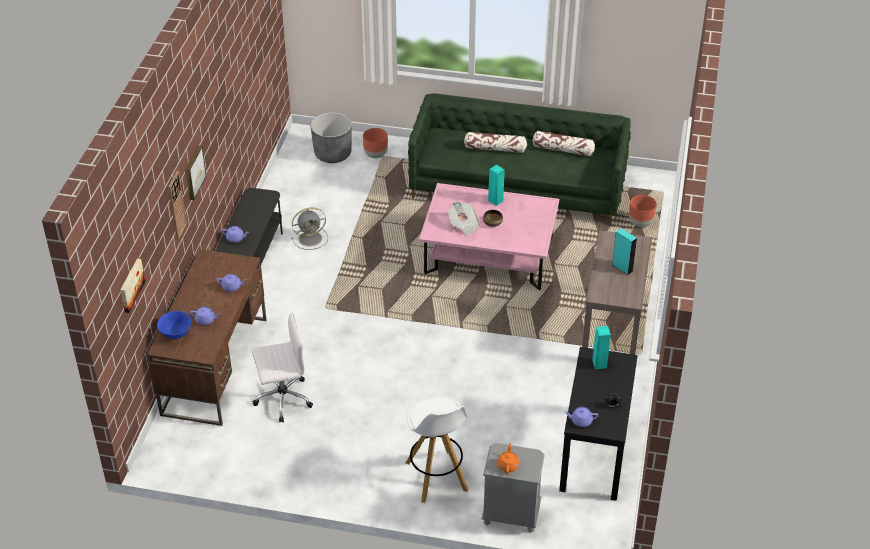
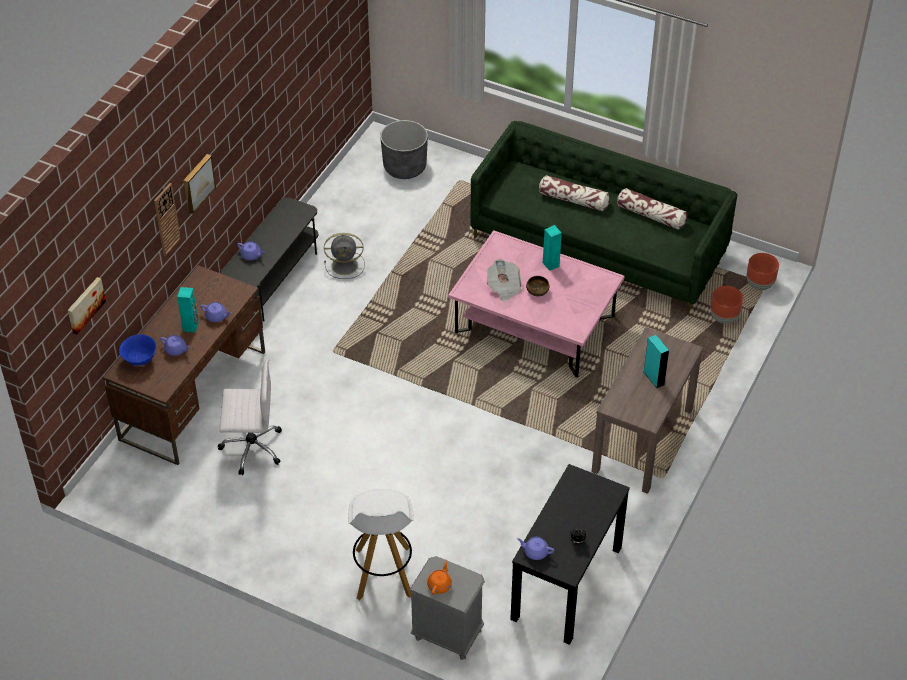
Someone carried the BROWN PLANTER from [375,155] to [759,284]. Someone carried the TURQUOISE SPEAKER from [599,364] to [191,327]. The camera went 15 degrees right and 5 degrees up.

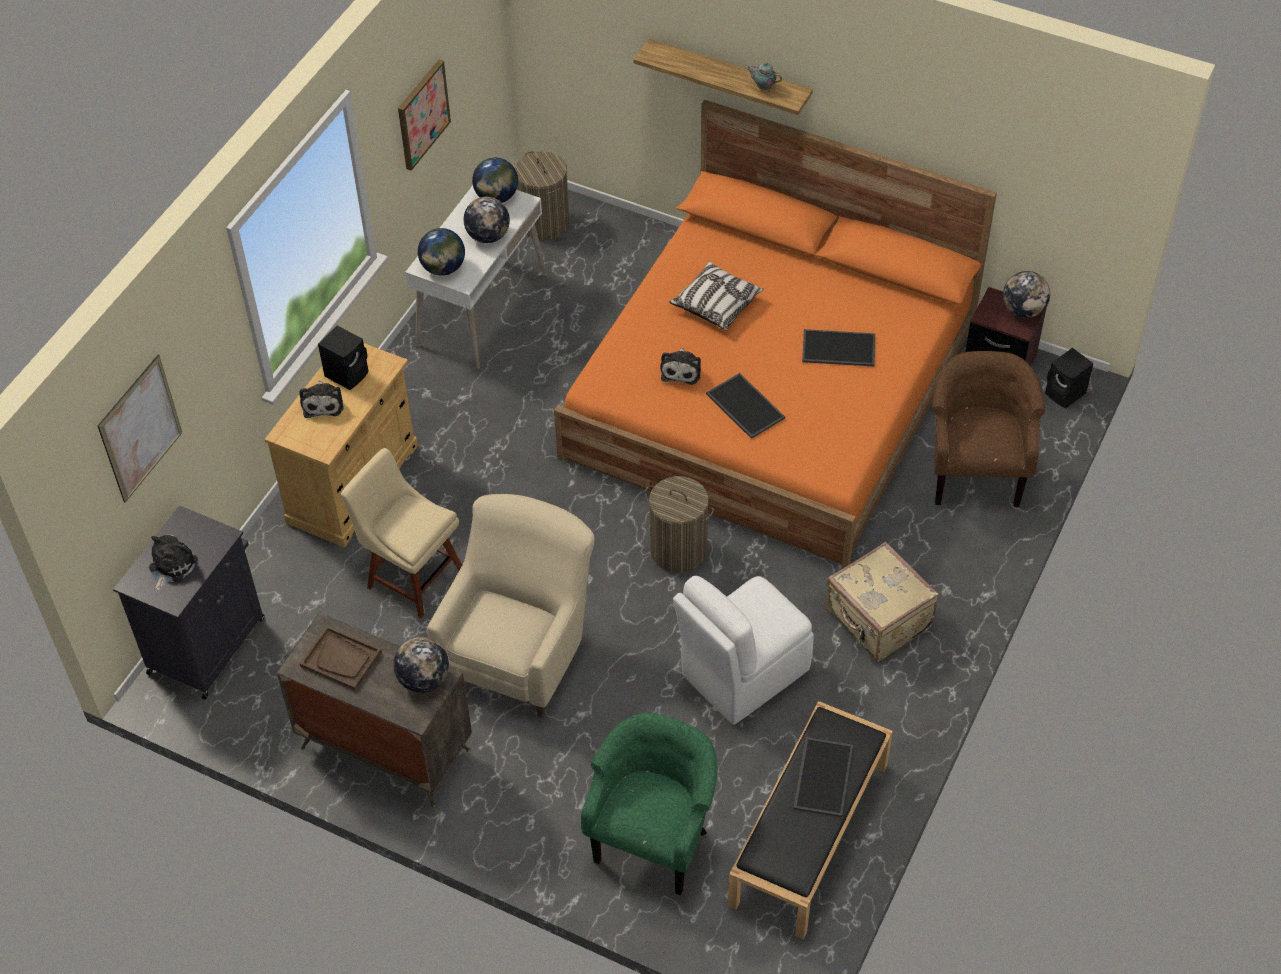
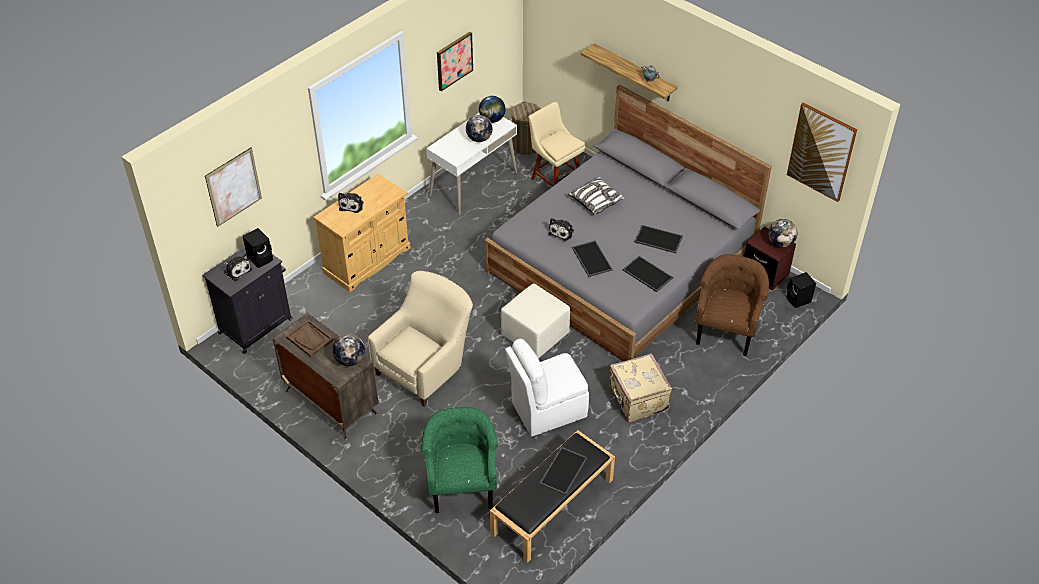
Someone rotated the PLUSH TOY at [171,566] by 90 degrees clockwise. Someone carried the BLACK SPEAKER from [348,373] to [261,258]. Someone carried the BEIGE CHAIR from [411,576] to [555,178]. Someone took away the GLOBE at [443,268]. Someone repainted the ORANGE BED at [771,394], which became the GREY BED at [621,263]. Someone rotated the GREEN ARMCHAIR at [654,841] by 45 degrees counterclockwise. Someone swapped the LAUNDRY BASKET at [678,550] for the BEIGE OTTOMAN at [536,335]. Someone put down the TRAY at [646,274]. Someone put up the PICTURE at [821,152]. The camera went 15 degrees right and 5 degrees down.

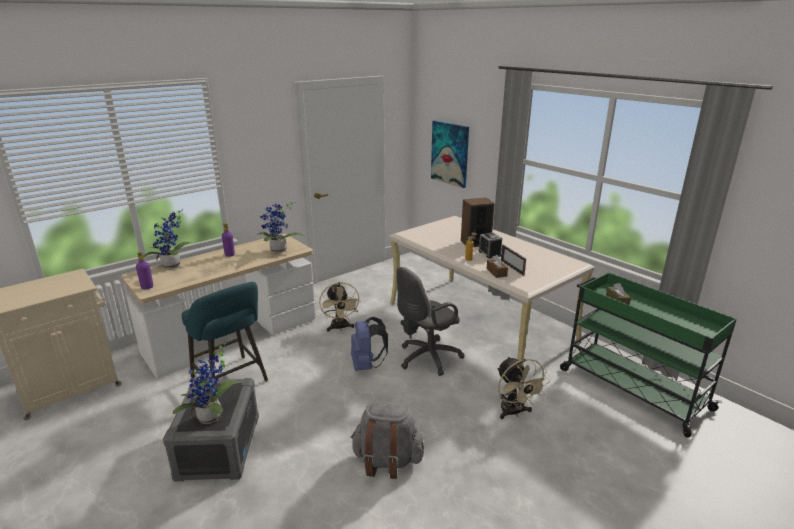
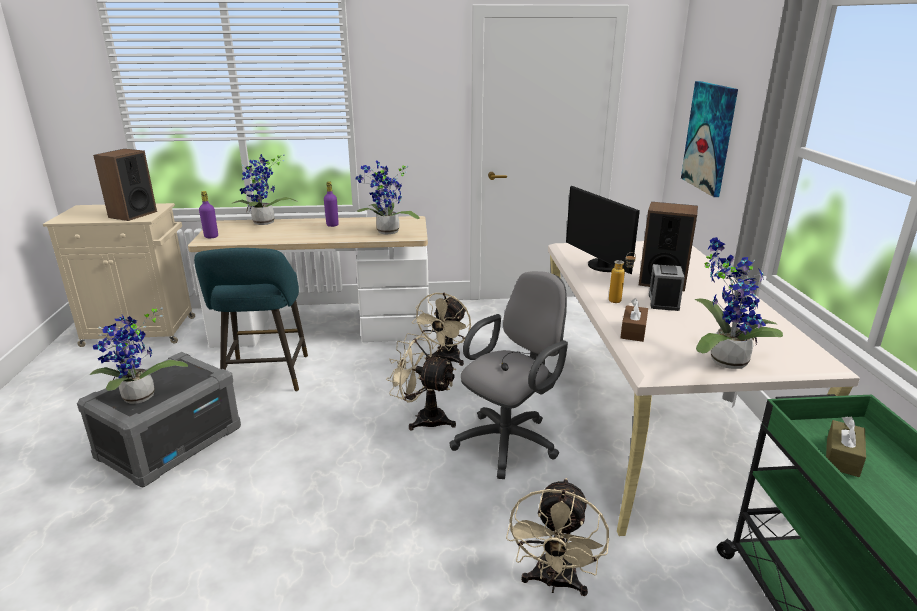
Someone swapped the BLUE BACKPACK at [367,365] for the BEIGE FAN at [423,418]. Someone took away the GREY BACKPACK at [387,461]. Someone rotated the GREY OFFICE CHAIR at [426,358] by 135 degrees clockwise. Someone took away the PICTURE FRAME at [512,267]. Someone put down the SPEAKER at [132,214]. Someone put down the MONITOR at [602,266]. Someone put down the POTTED PLANT at [723,359]. The camera went 35 degrees right and 0 degrees up.

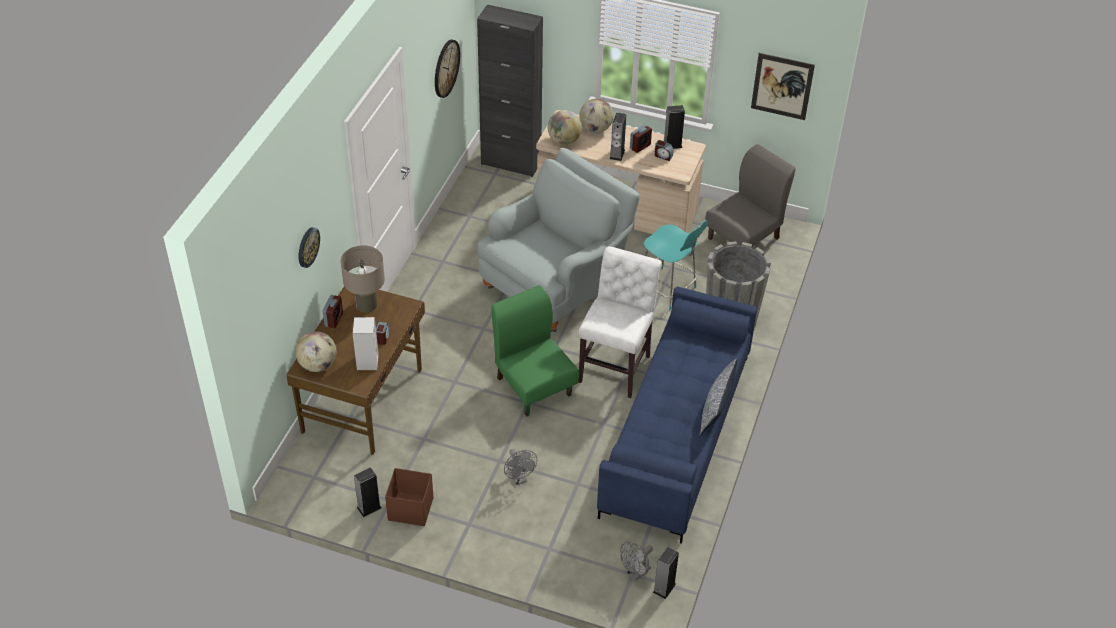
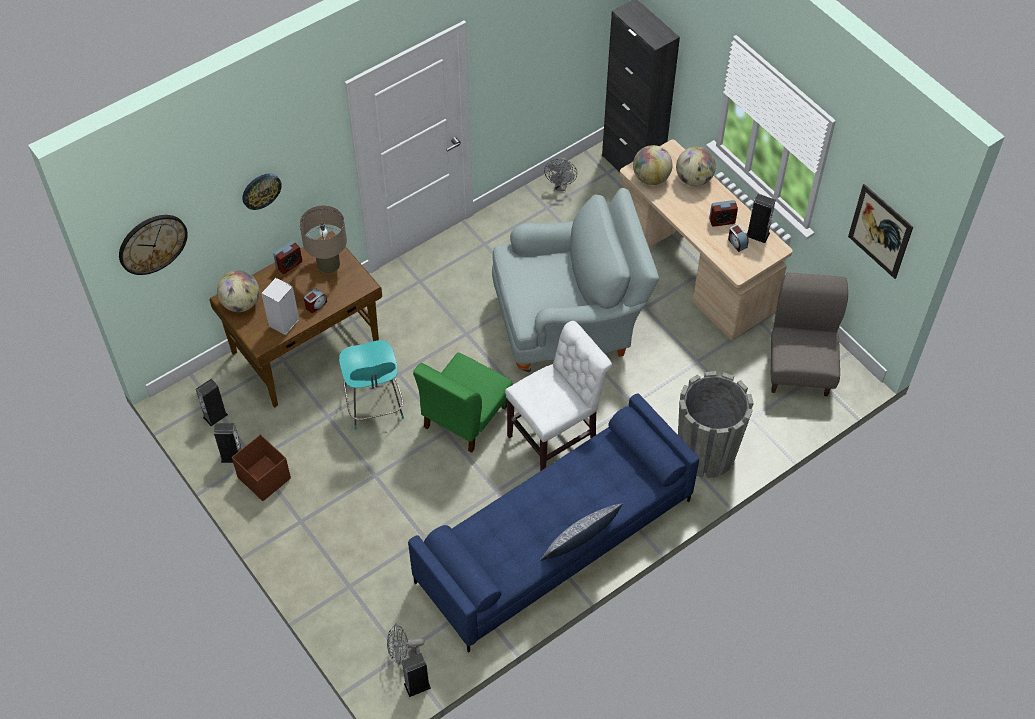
Someone carried the WALL CLOCK from [446,68] to [152,243]. Someone rotated the GREEN CHAIR at [534,386] by 150 degrees counterclockwise. Someone carried the GREY FAN from [519,479] to [561,186]. Someone carried the SPEAKER from [617,154] to [215,416]. Someone carried the TURQUOISE STOOL from [667,290] to [374,406]. Someone rotated the GREY CHAIR at [744,238] by 75 degrees counterclockwise. The camera went 35 degrees right and 10 degrees up.

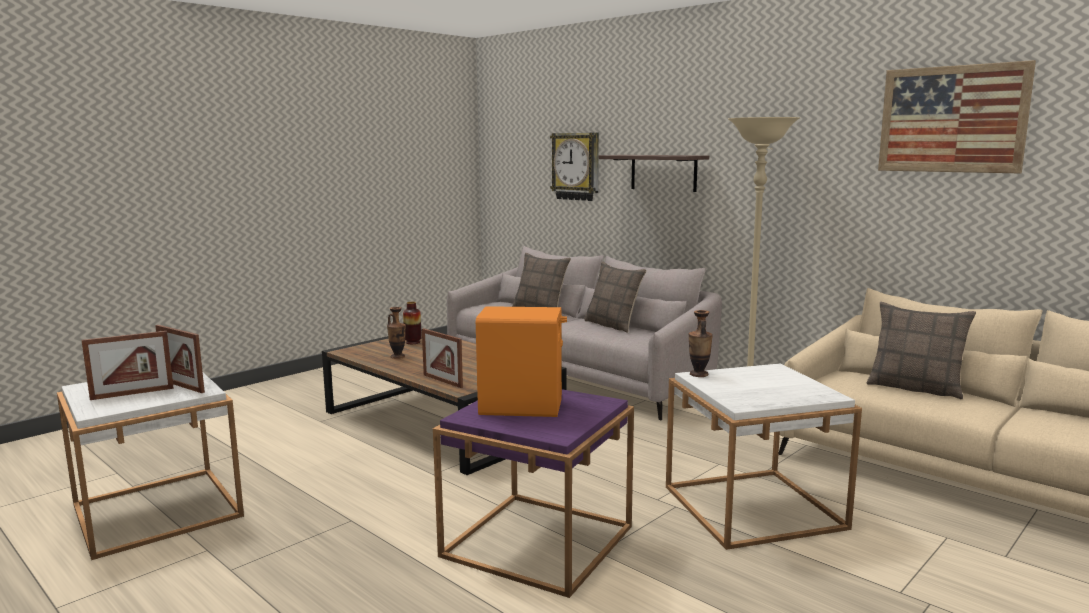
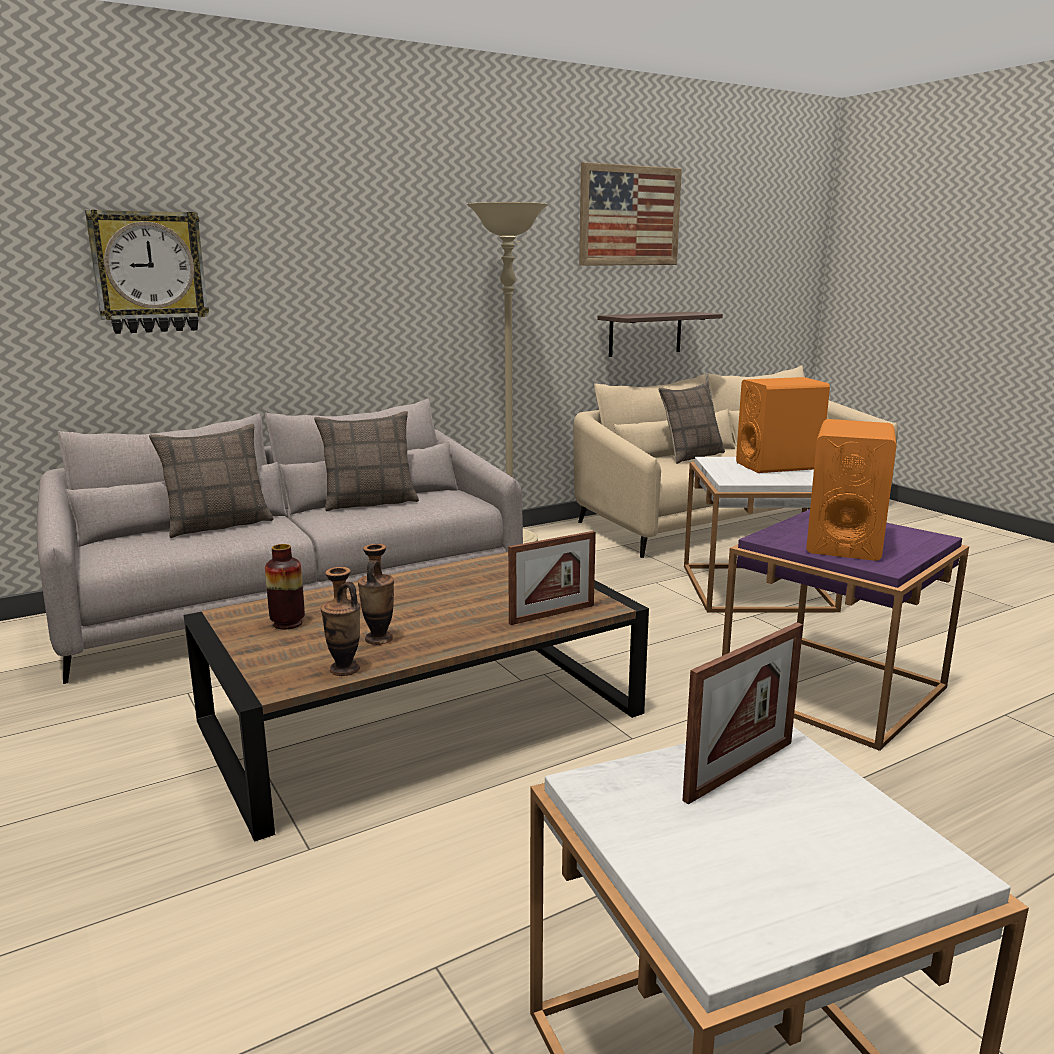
Someone took away the PICTURE FRAME at [132,393]. Someone carried the SHELF from [663,172] to [645,333]. Someone carried the VASE from [698,374] to [344,669]. Someone put down the ORANGE SPEAKER at [778,466]. The camera went 75 degrees left and 5 degrees up.

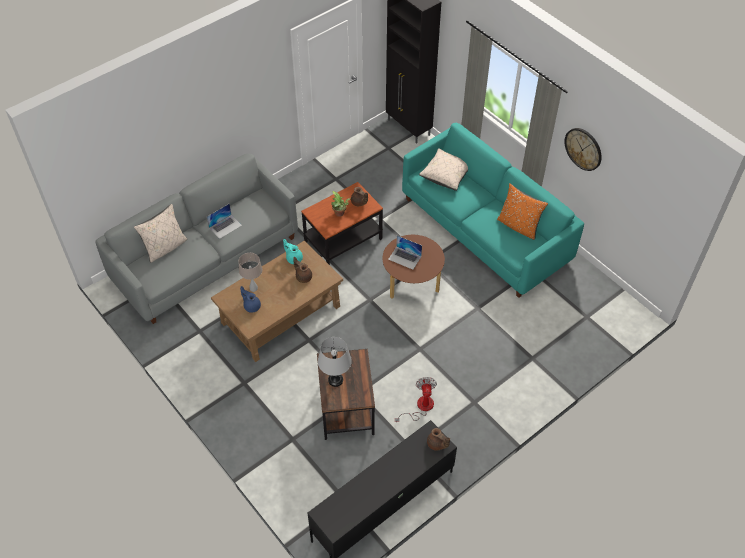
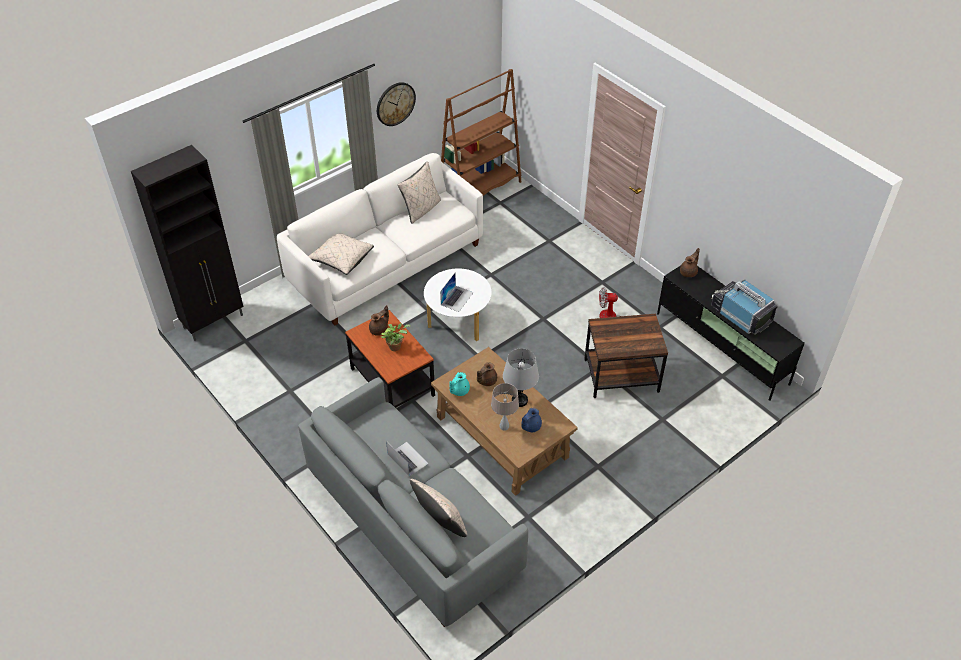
Someone carried the GREY TABLE LAMP from [335,380] to [519,400]. Someone repainted the BROWN COFFEE TABLE at [412,283], which became the WHITE COFFEE TABLE at [458,323]. Someone repainted the TURQUOISE SOFA at [485,229], which became the WHITE SOFA at [386,263]. Someone repainted the ORANGE PILLOW at [518,226], which became the BEIGE PILLOW at [421,209]. Someone put down the BROWN BOOKCASE at [480,188]. Someone put down the TELEVISION at [740,315]. The camera went 90 degrees left and 5 degrees down.

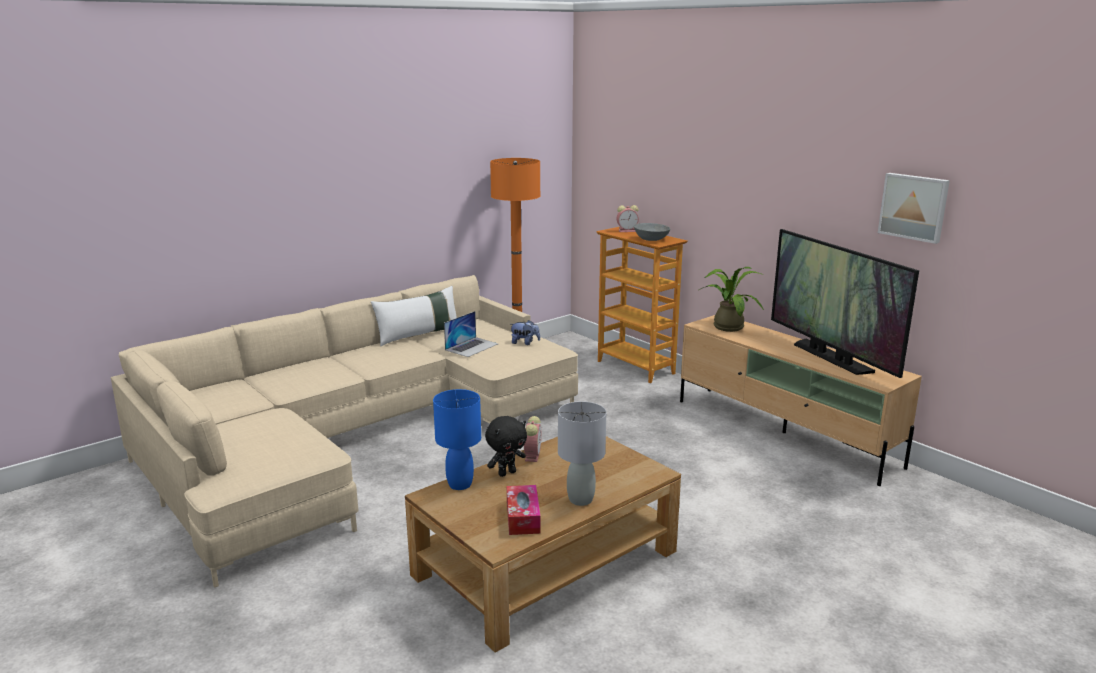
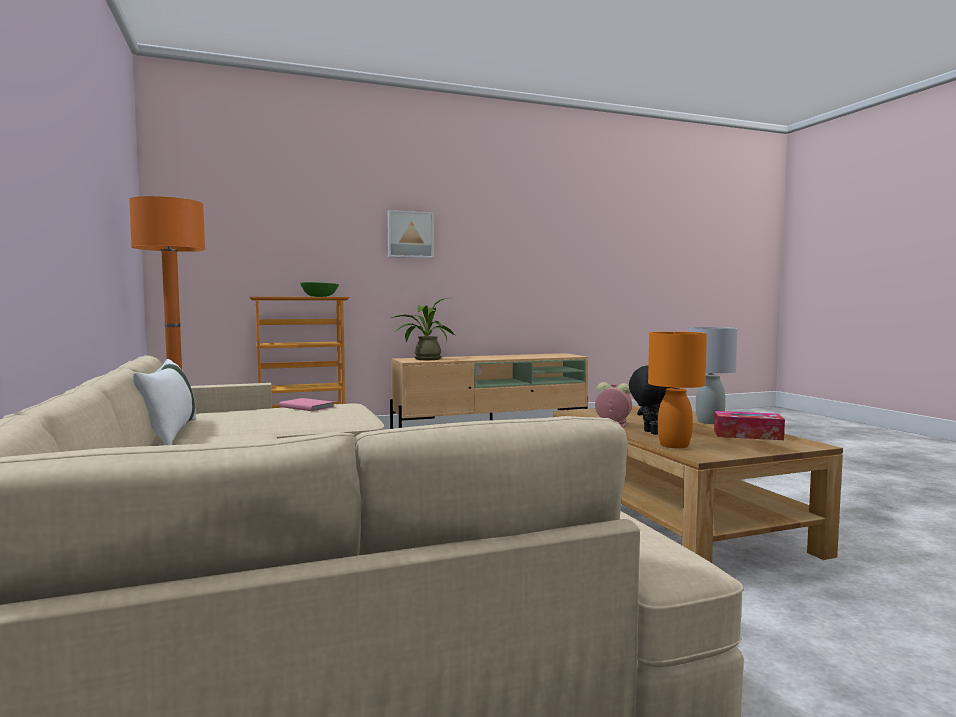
Someone repainted the BLUE TABLE LAMP at [460,484], which became the ORANGE TABLE LAMP at [674,445]. Someone took away the LAPTOP at [472,347]. Someone swapped the PLUSH TOY at [525,343] for the PINK BOOK at [307,407]. Someone took away the ALARM CLOCK at [627,231]. Someone repainted the GREY BOWL at [650,239], which became the GREEN BOWL at [319,296]. Someone took away the TELEVISION at [831,357]. Someone carried the PICTURE from [914,207] to [410,234]. The camera went 70 degrees left and 15 degrees down.

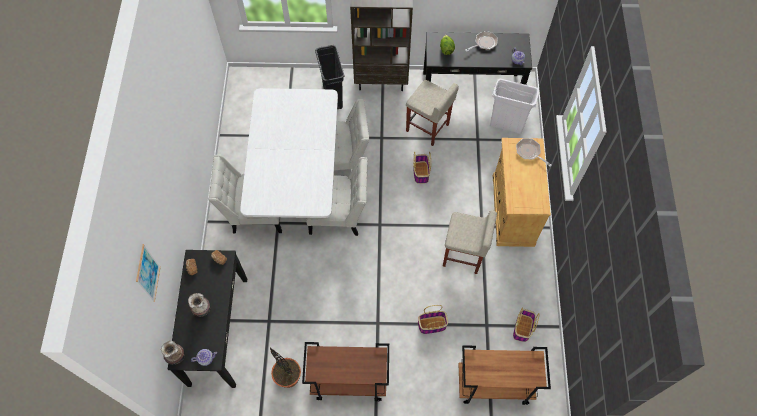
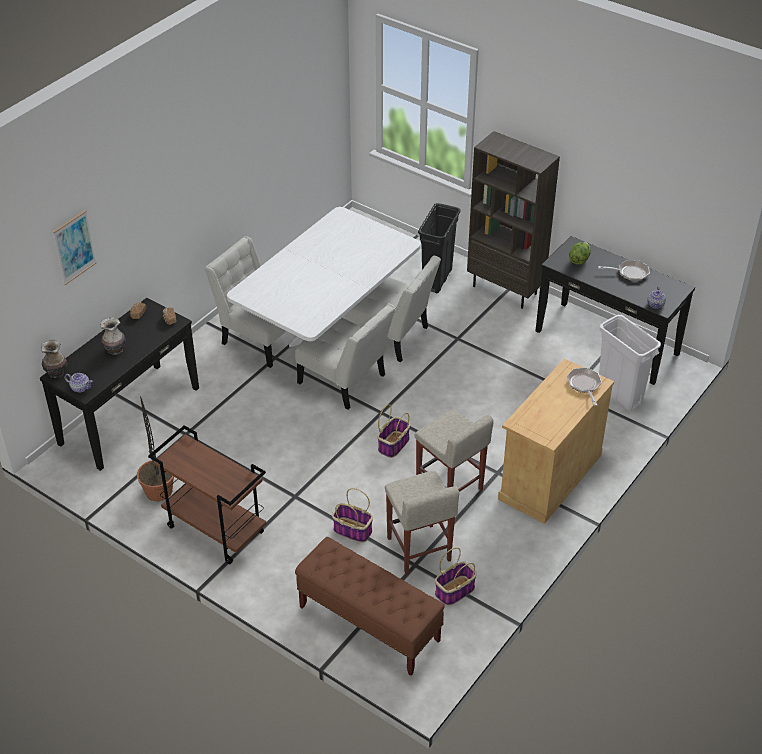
Someone carried the BEIGE STOOL from [428,128] to [419,550]. Someone carried the BASKET from [420,172] to [393,444]. Someone swapped the BROWN CART at [493,385] for the BROWN BENCH at [369,624]. The camera went 35 degrees right and 20 degrees down.

